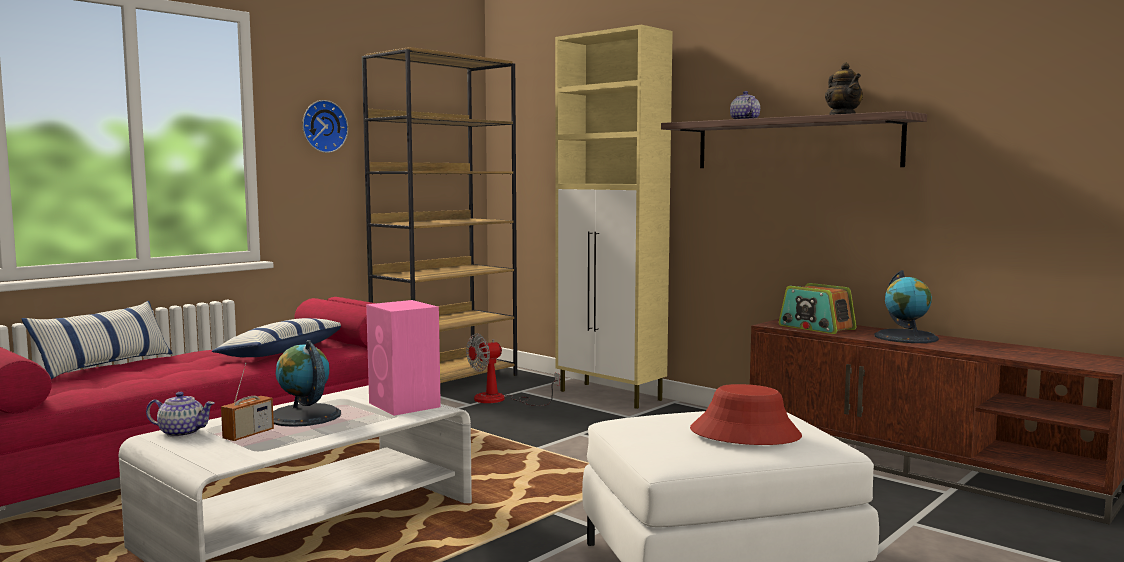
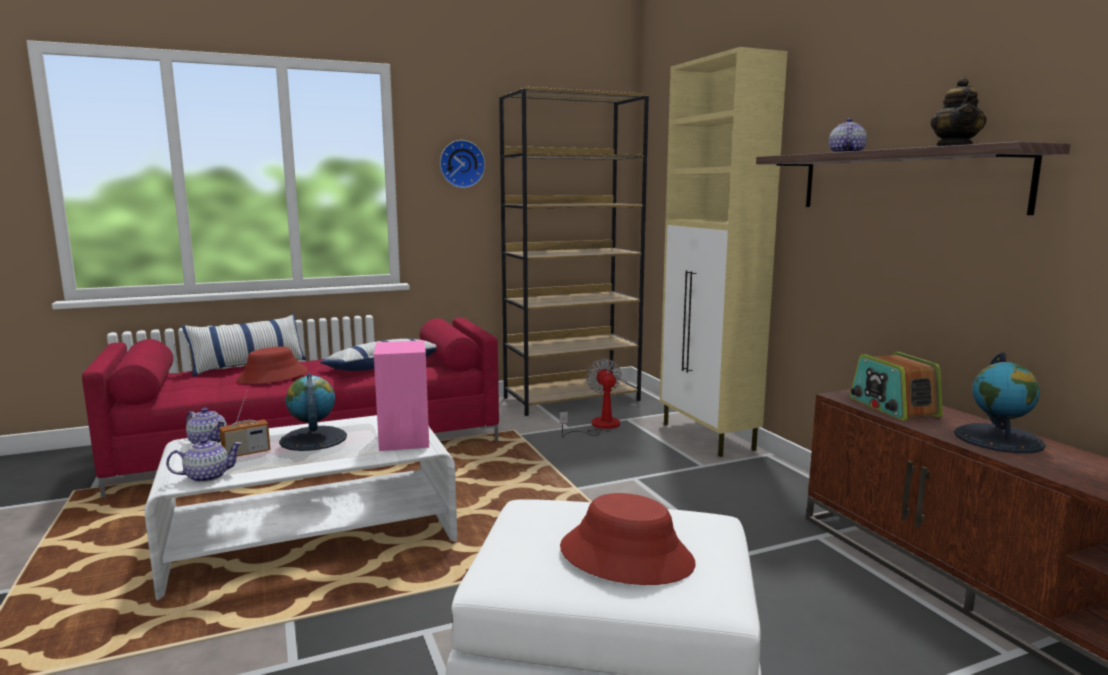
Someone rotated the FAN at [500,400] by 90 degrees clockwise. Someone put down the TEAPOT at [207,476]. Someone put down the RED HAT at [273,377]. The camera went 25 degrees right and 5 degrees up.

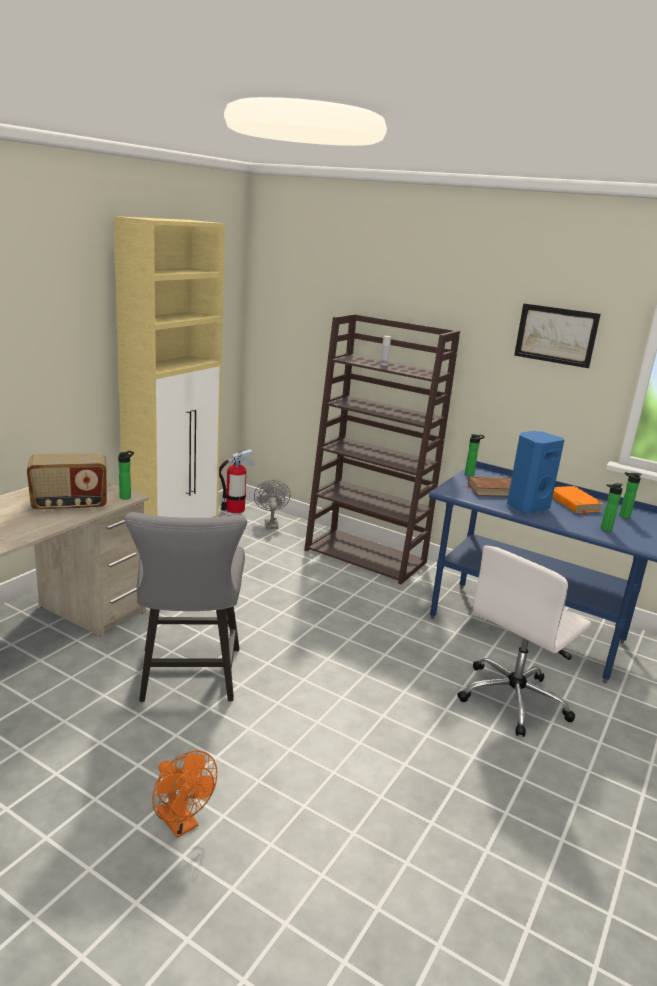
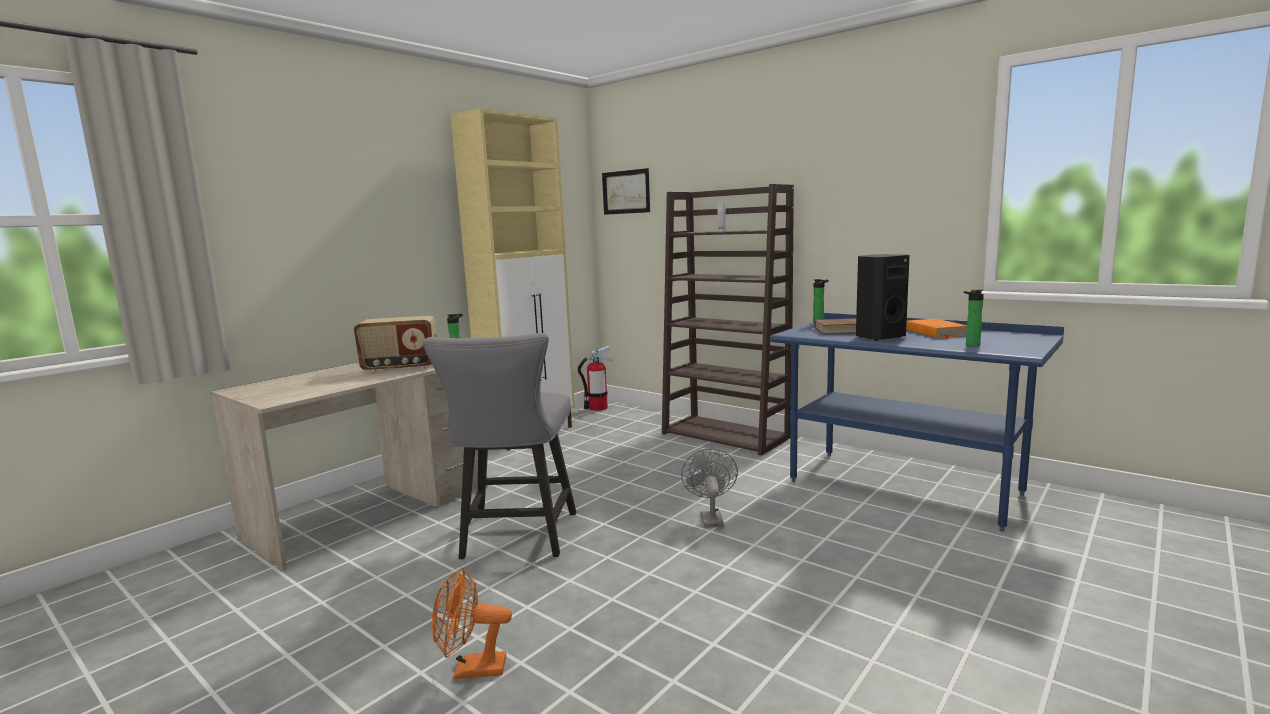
Someone rotated the ORANGE FAN at [181,824] by 120 degrees clockwise. Someone carried the GREY FAN from [270,523] to [710,518]. Someone took away the WHITE OFFICE CHAIR at [514,699]. Someone repainted the BLUE SPEAKER at [526,506], which became the BLACK SPEAKER at [878,337]. Someone carried the PICTURE from [556,335] to [626,192]. Someone took away the BOTTLE at [622,516]. The camera went 10 degrees right and 10 degrees down.

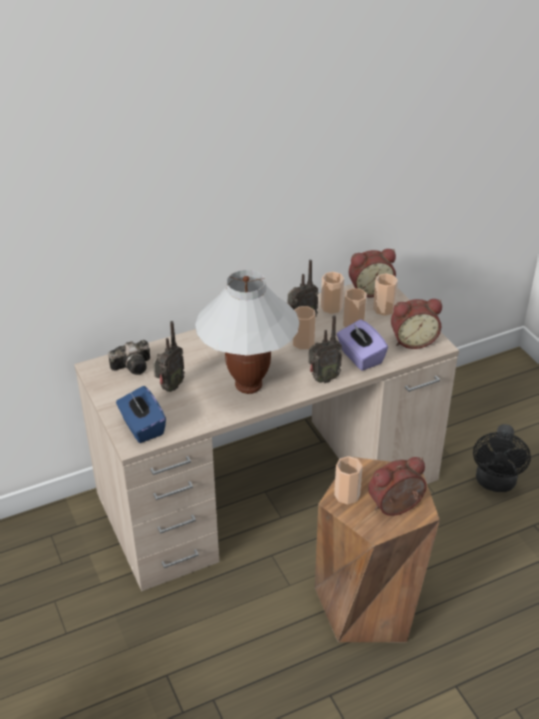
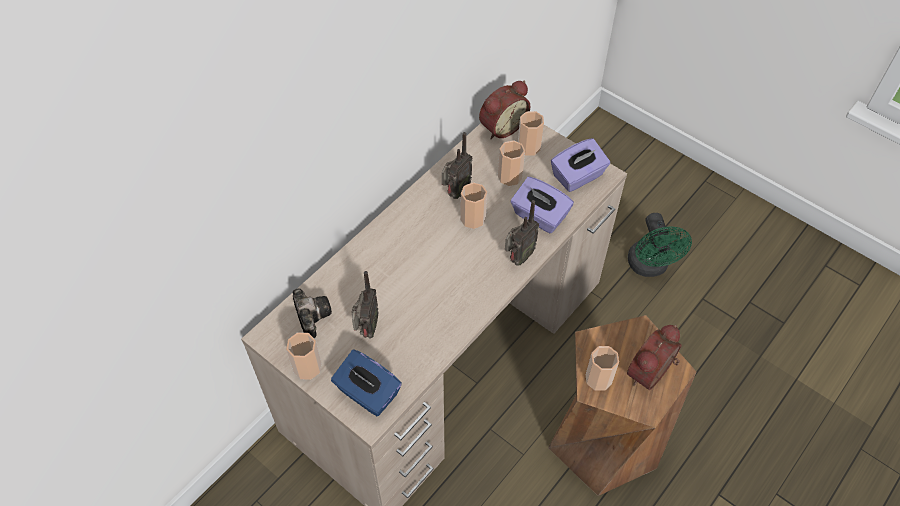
Someone rotated the PHOTO CAMERA at [134,366] by 60 degrees counterclockwise. Someone took away the WHITE TABLE LAMP at [249,385]. Someone carried the CUP from [331,307] to [307,367]. Someone swapped the ALARM CLOCK at [413,340] for the PURPLE TISSUE BOX at [578,176]. Someone repainted the BLACK FAN at [495,483], which became the GREEN FAN at [649,267]. The camera went 25 degrees left and 15 degrees up.

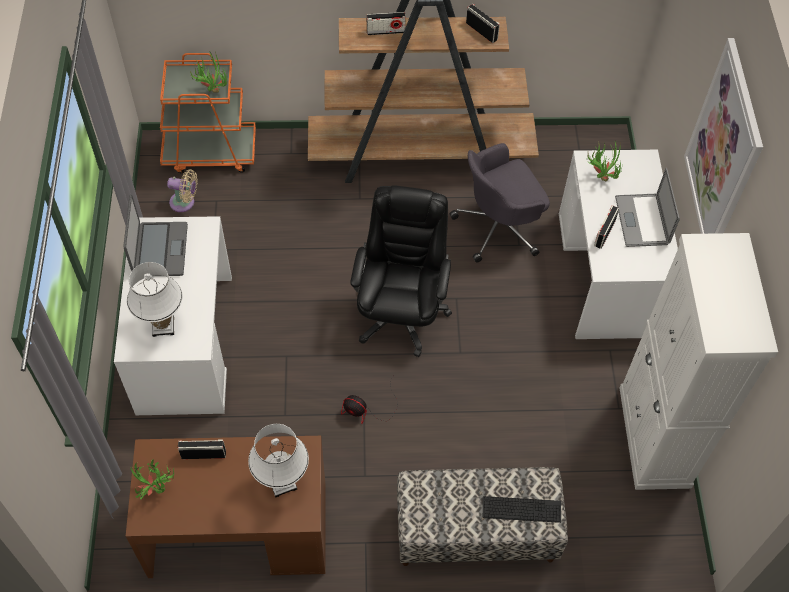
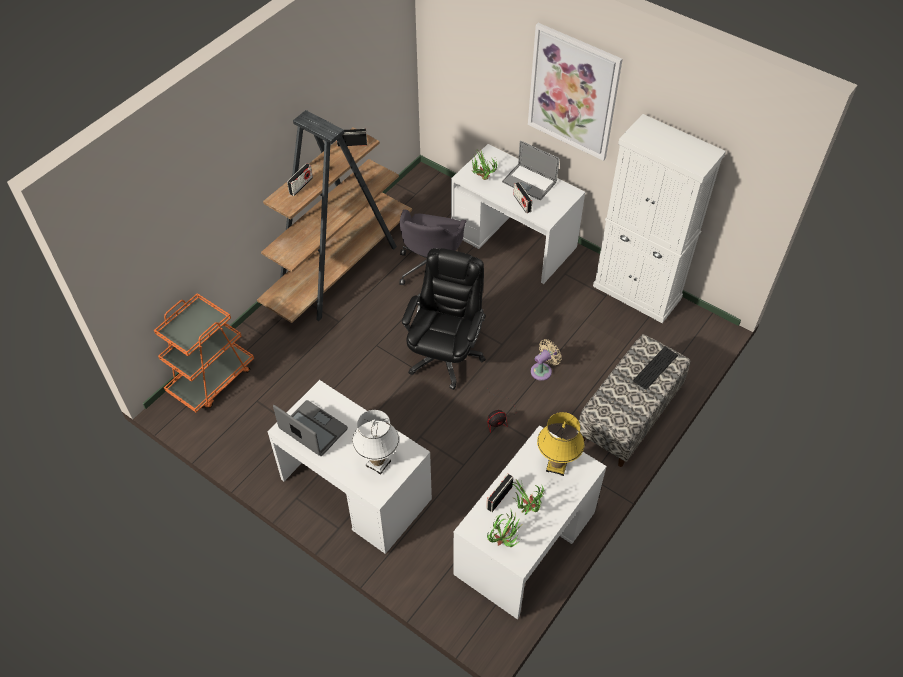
Someone repainted the BROWN DESK at [238,530], which became the WHITE DESK at [525,543]. Someone carried the BEIGE FAN from [184,203] to [543,370]. Someone carried the POTTED PLANT from [211,90] to [526,510]. Someone repainted the WHITE TABLE LAMP at [282,483], which became the YELLOW TABLE LAMP at [556,466]. Someone rotated the BLACK OFFICE CHAIR at [401,312] by 60 degrees clockwise. The camera went 50 degrees left and 5 degrees down.

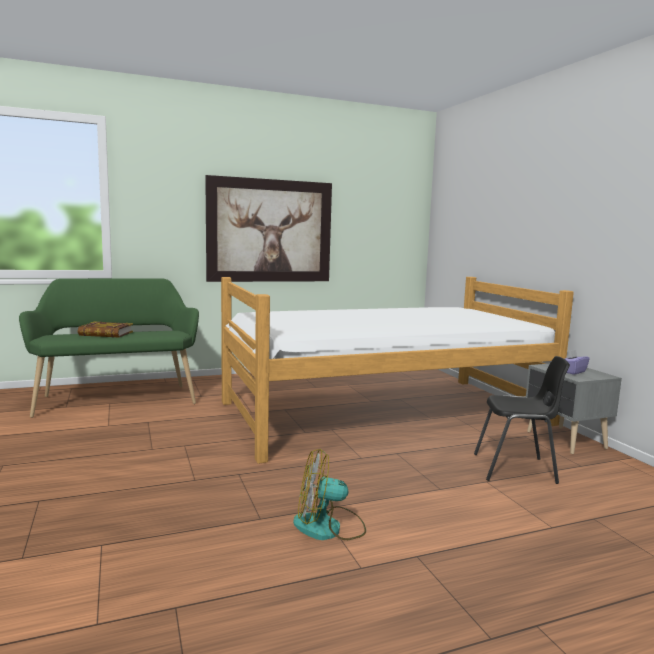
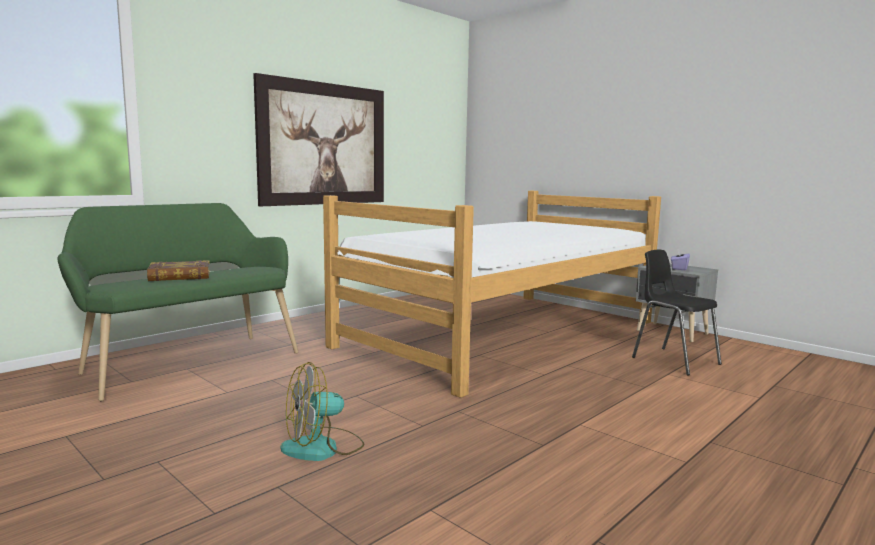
Someone carried the FAN from [328,527] to [323,448]. Someone rotated the BLACK CHAIR at [516,469] by 105 degrees counterclockwise. The camera went 25 degrees left and 0 degrees up.

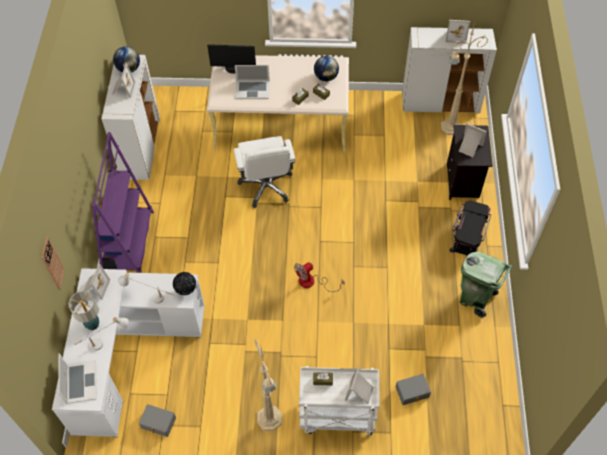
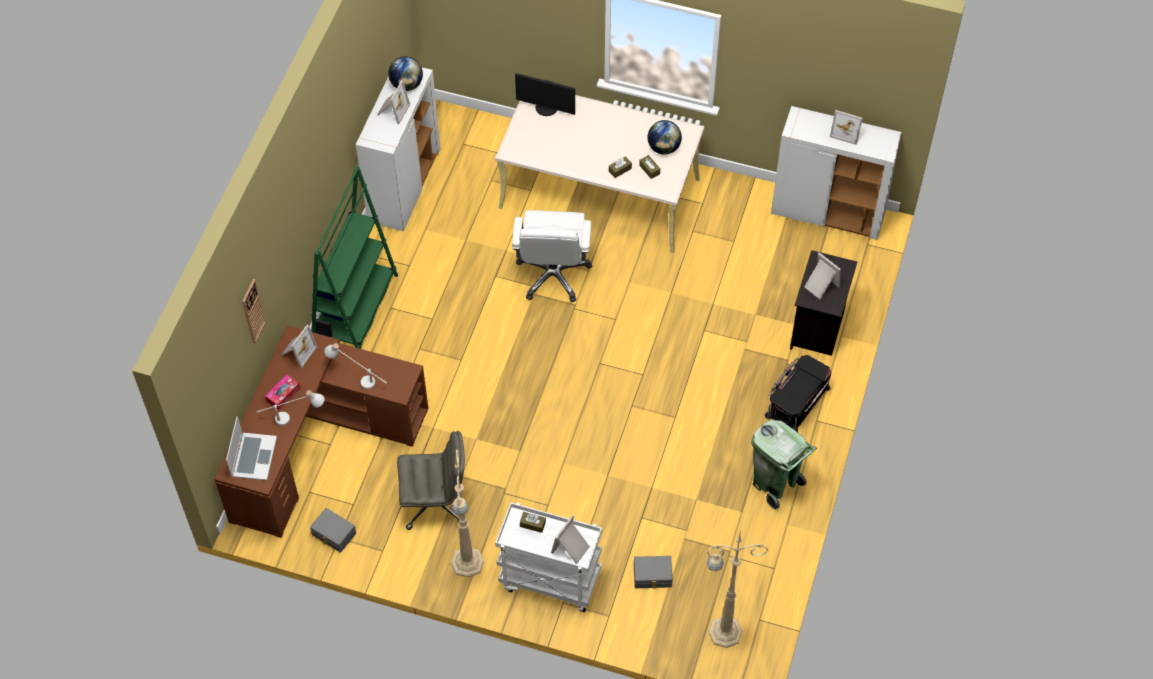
Someone repainted the WHITE DESK at [126,352], which became the BROWN DESK at [317,442]. Someone swapped the TABLE LAMP at [92,324] for the TISSUE BOX at [283,395]. Someone repainted the PURPLE BOOKCASE at [128,244], which became the GREEN BOOKCASE at [355,310]. Someone took away the GLOBE at [186,290]. Someone took away the LAPTOP at [252,89]. Someone took away the FAN at [312,282]. Someone carried the BEIGE FLOOR LAMP from [449,127] to [723,632]. Someone put down the GREY OFFICE CHAIR at [435,502]. The camera went 15 degrees right and 0 degrees up.

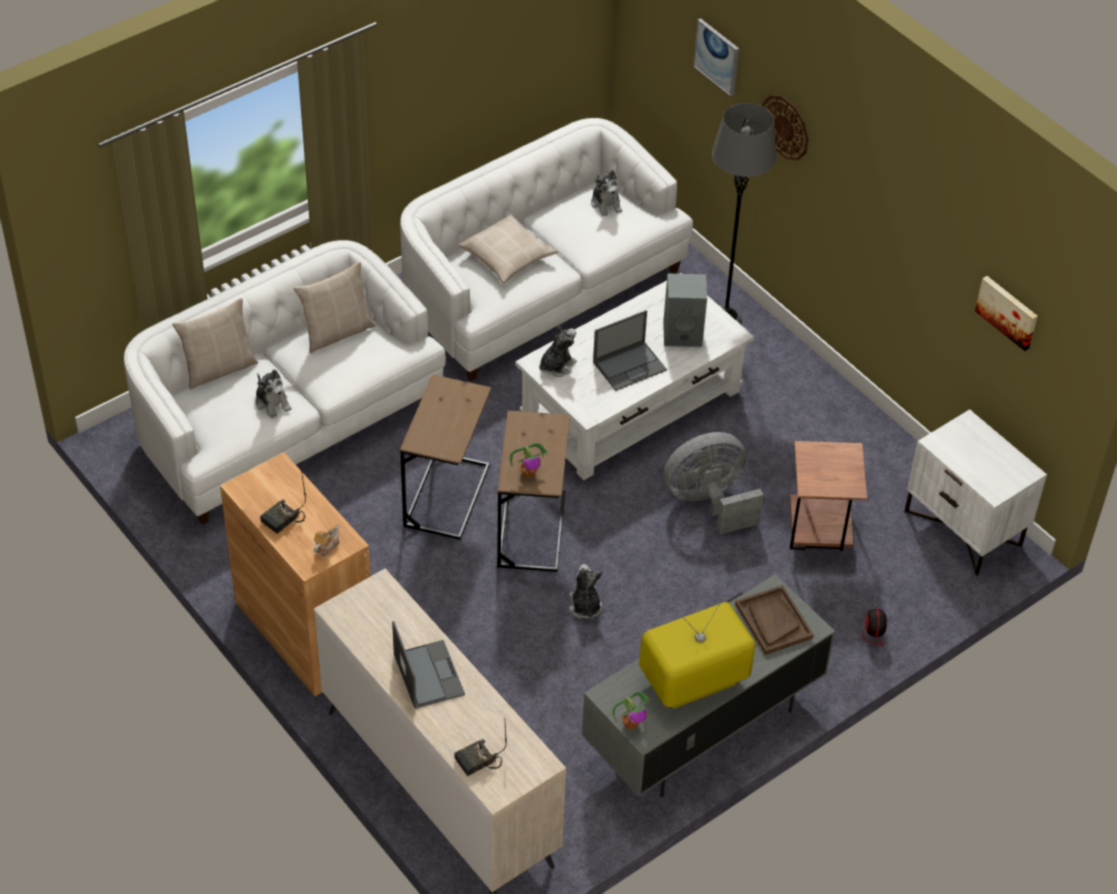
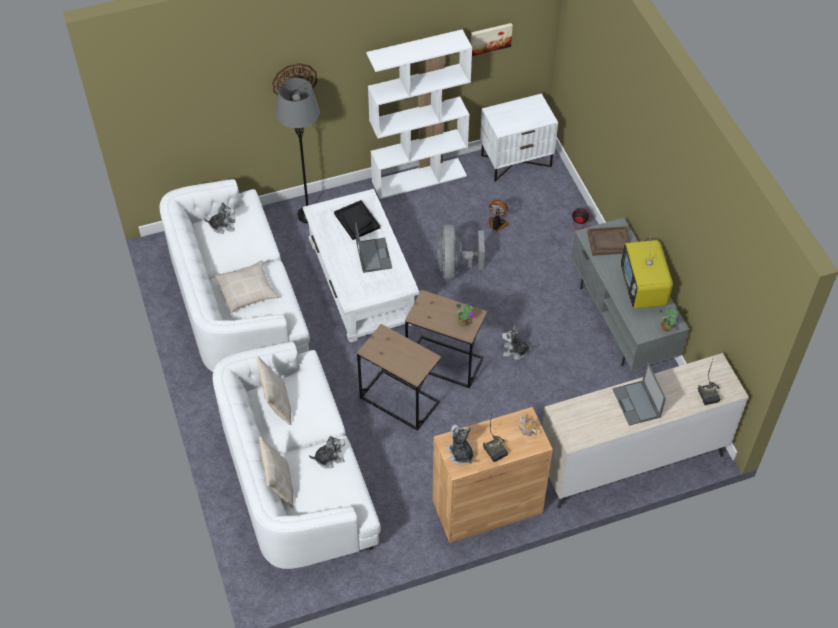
Someone rotated the LAPTOP at [428,674] by 105 degrees counterclockwise. Someone carried the PLUSH TOY from [556,365] to [460,454]. Someone swapped the GREY SPEAKER at [683,333] for the BLACK TRAY at [357,221]. Someone took away the PICTURE at [717,56]. Someone swapped the BROWN SIDE TABLE at [817,533] for the FAN at [497,224]. Someone put down the WHITE BOOKCASE at [419,178]. The camera went 70 degrees left and 5 degrees up.

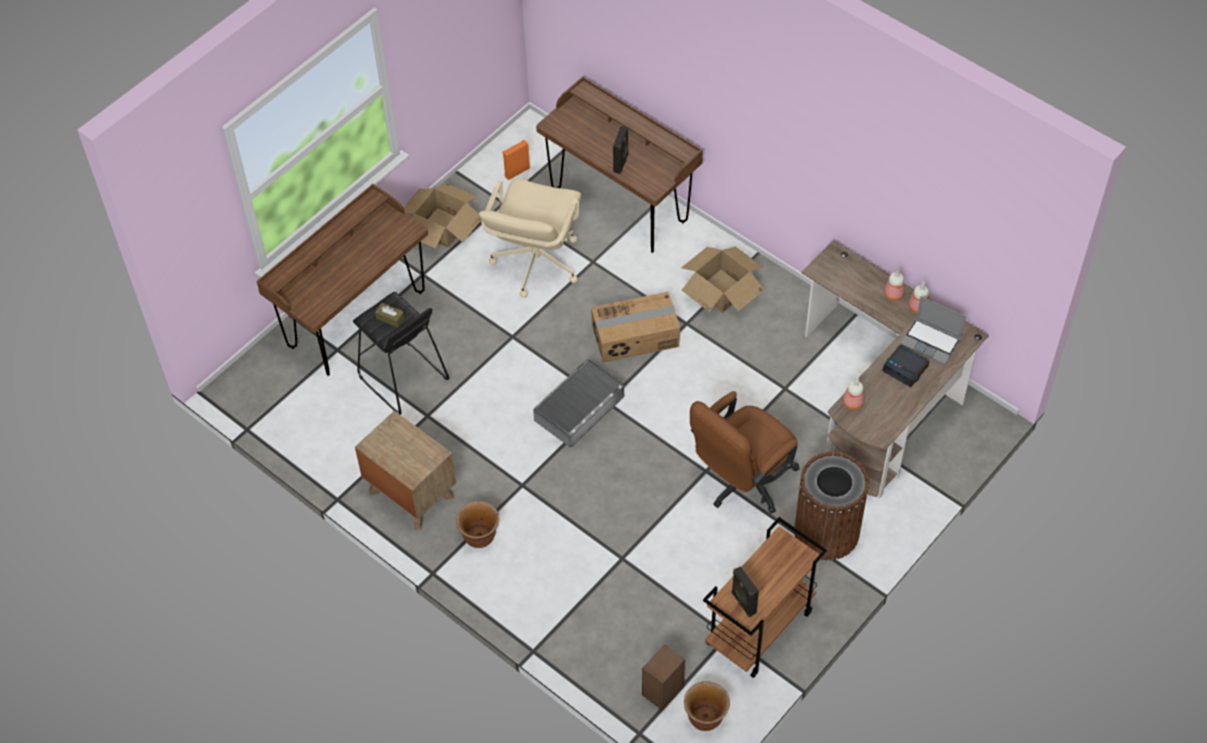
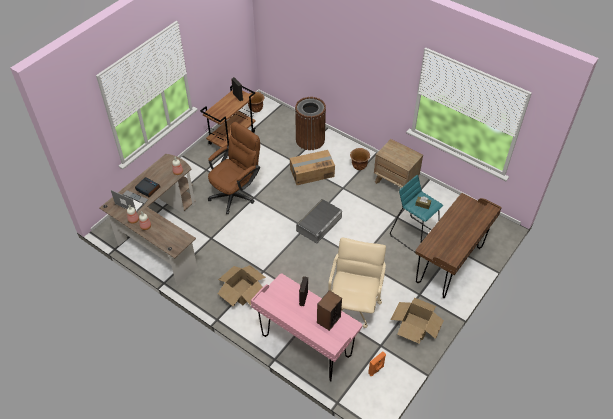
Someone repainted the BLACK STOOL at [403,379], which became the TURQUOISE STOOL at [414,234]. Someone repainted the BROWN DESK at [619,205], which became the PINK DESK at [306,347]. Someone carried the CARDBOARD BOX from [636,337] to [311,172]. Someone carried the SPEAKER from [663,690] to [328,319]. Someone carried the BROWN TRASH CAN from [826,532] to [310,140]. The camera went 175 degrees right and 5 degrees down.

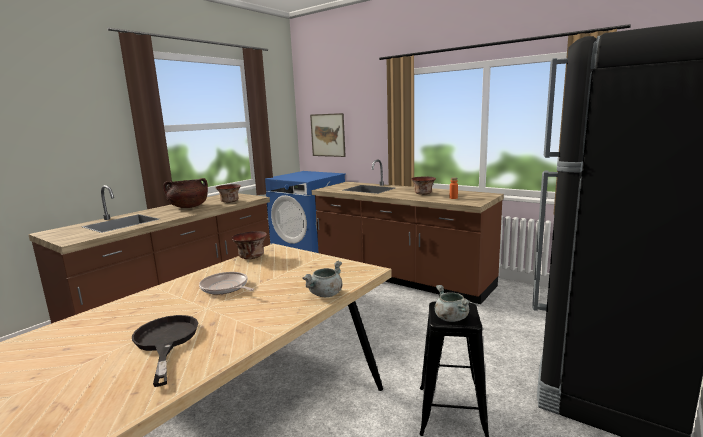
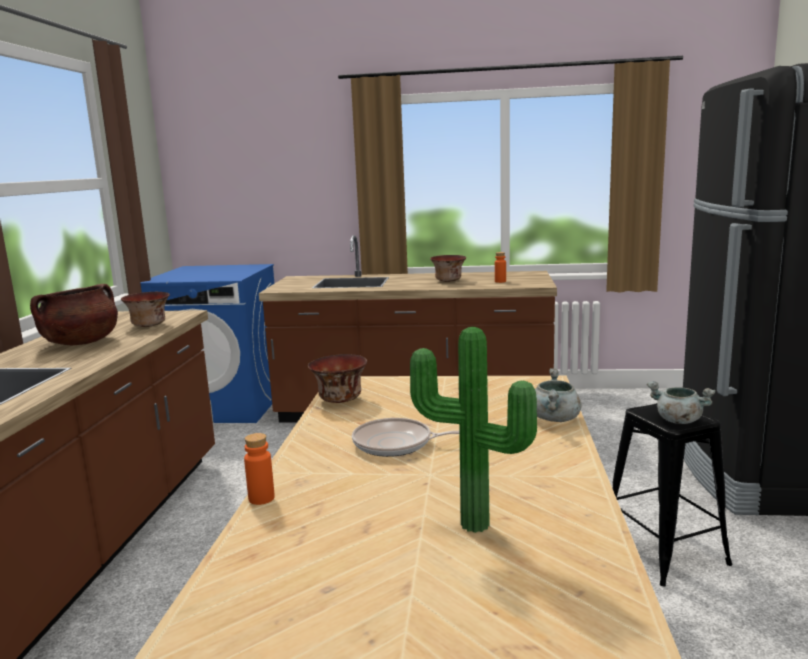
Someone swapped the BLACK FRYING PAN at [165,342] for the POTTED PLANT at [473,527]. Someone took away the PICTURE at [328,135]. Someone put down the ORANGE BOTTLE at [261,498]. The camera went 30 degrees left and 0 degrees up.

